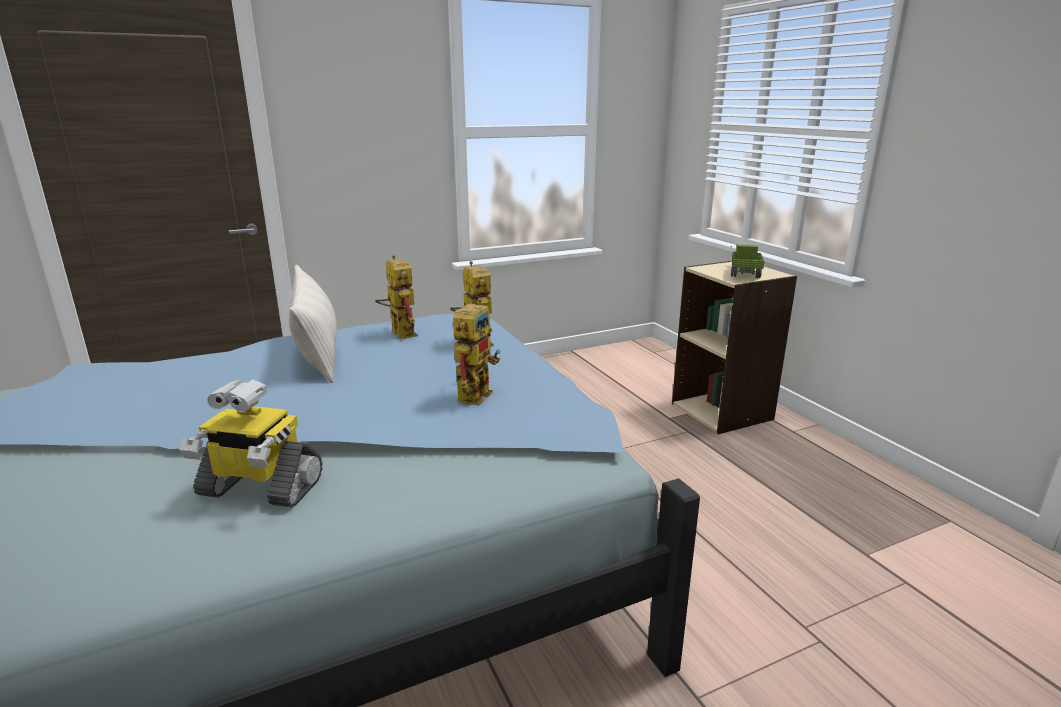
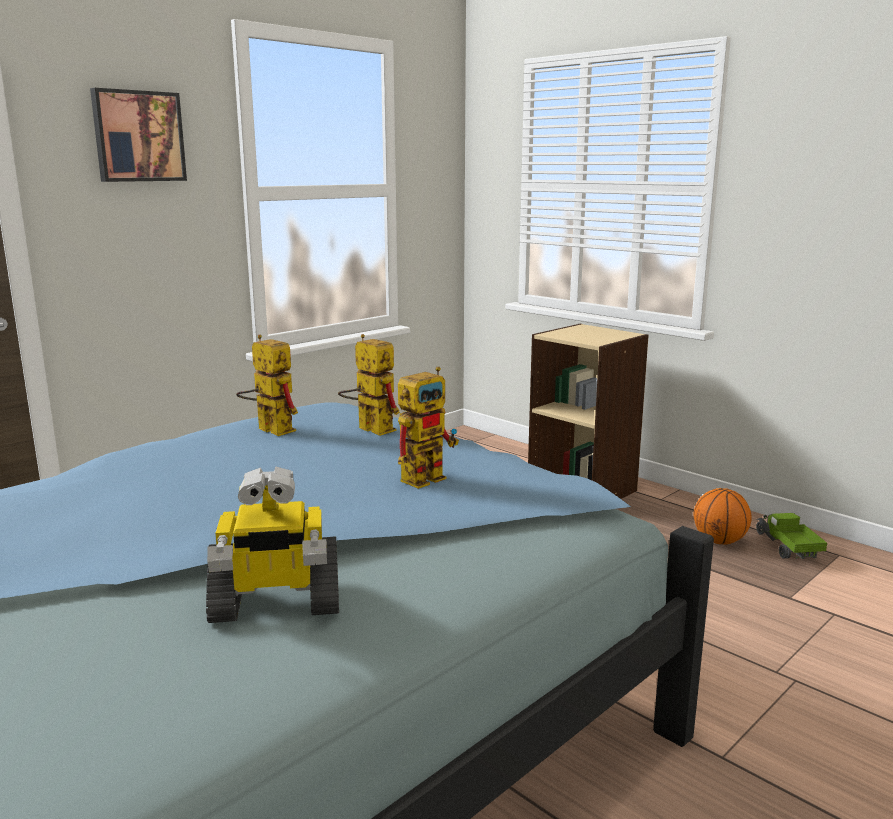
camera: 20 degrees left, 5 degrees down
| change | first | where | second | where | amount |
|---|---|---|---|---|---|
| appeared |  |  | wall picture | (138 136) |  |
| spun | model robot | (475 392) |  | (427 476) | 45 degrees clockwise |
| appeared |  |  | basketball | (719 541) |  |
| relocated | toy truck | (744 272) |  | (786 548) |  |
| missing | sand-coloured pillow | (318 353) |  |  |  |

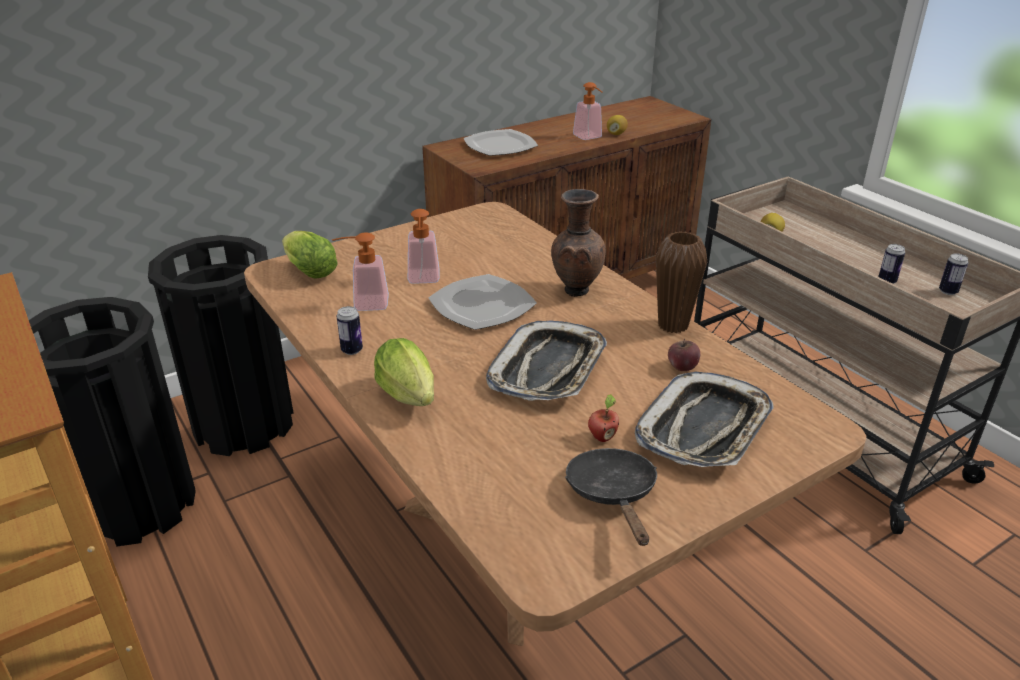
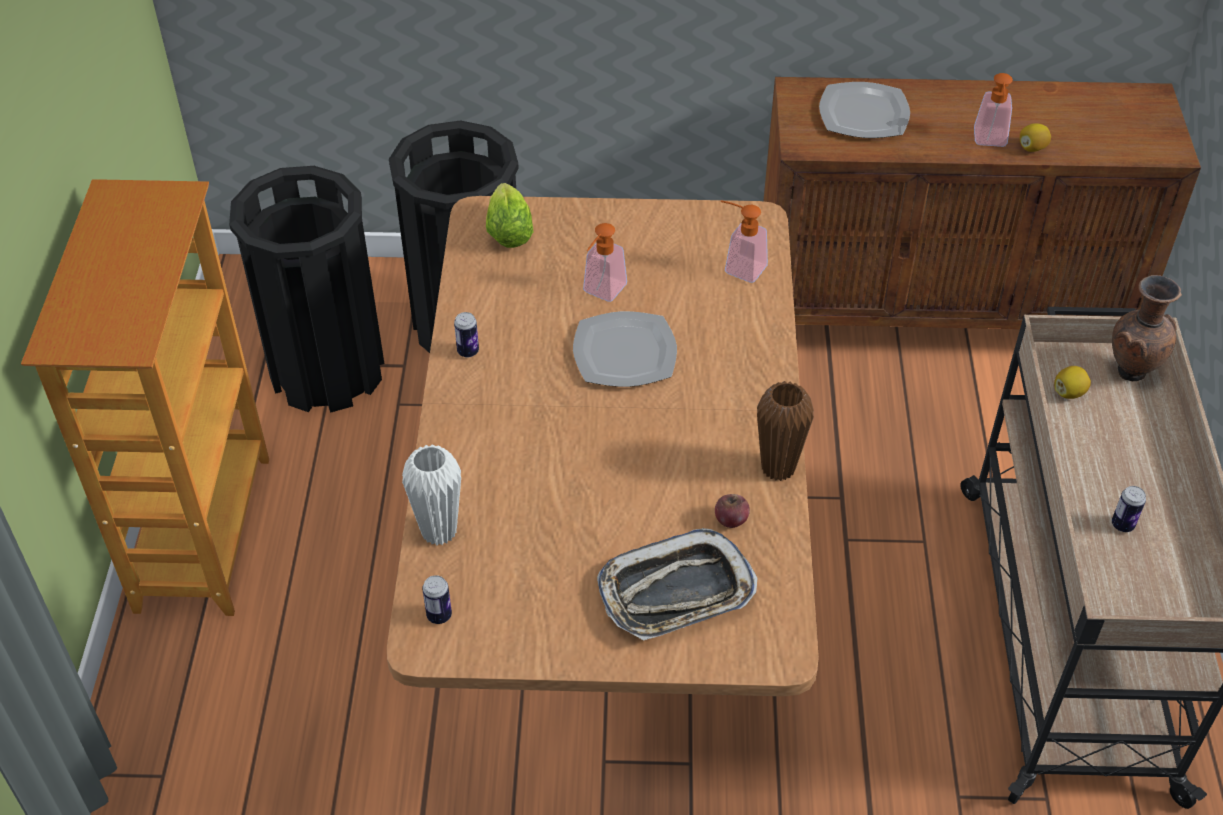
camera: 35 degrees right, 15 degrees up
| change | first | where | second | where | amount |
|---|---|---|---|---|---|
| appeared |  |  | white-coloured flower vase | (439 531) |  |
| relocated | metal can | (948 291) |  | (439 615) |  |
| relocated | liquid soap bottle | (364 303) |  | (739 266) |  |
| relocated | brown-coloured flower vase | (575 290) |  | (1130 370) |  |
| missing | head of lettuce | (410 398) |  |  |  |
| missing | carrying tray | (548 369) |  |  |  |
| missing | blackish frying pan | (613 494) |  |  |  |
| missing | apple | (602 437) |  |  |  |

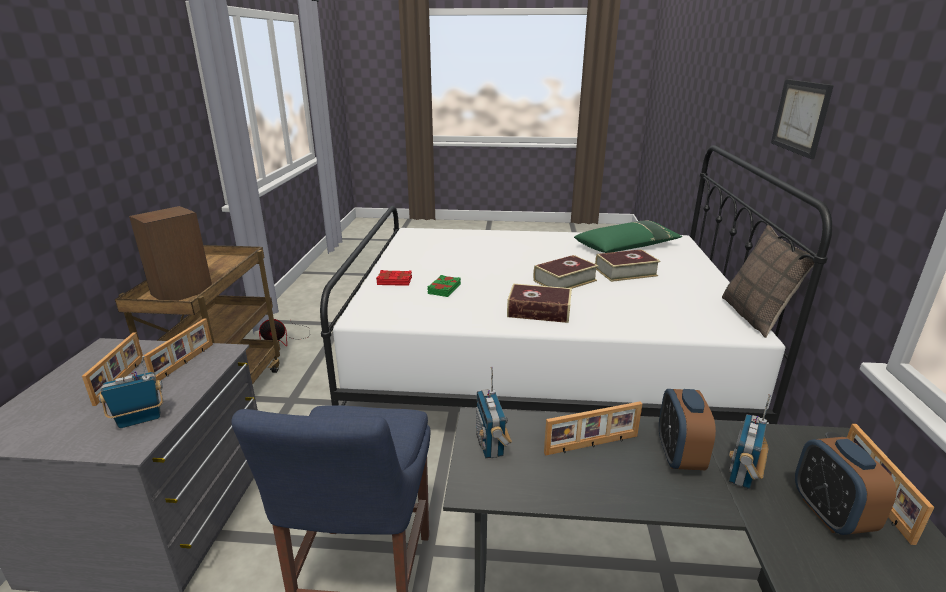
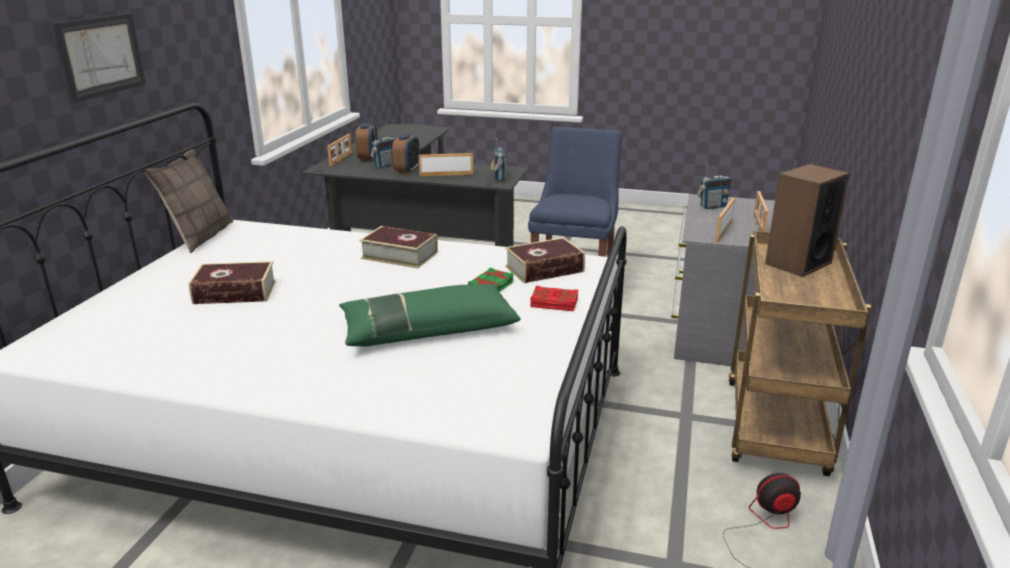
camera: 170 degrees left, 0 degrees up
| change | first | where | second | where | amount |
|---|---|---|---|---|---|
| relocated | greenish pillow | (627 247) |  | (427 328) |  |
| relocated | bound book | (565 280) |  | (544 269) |  |

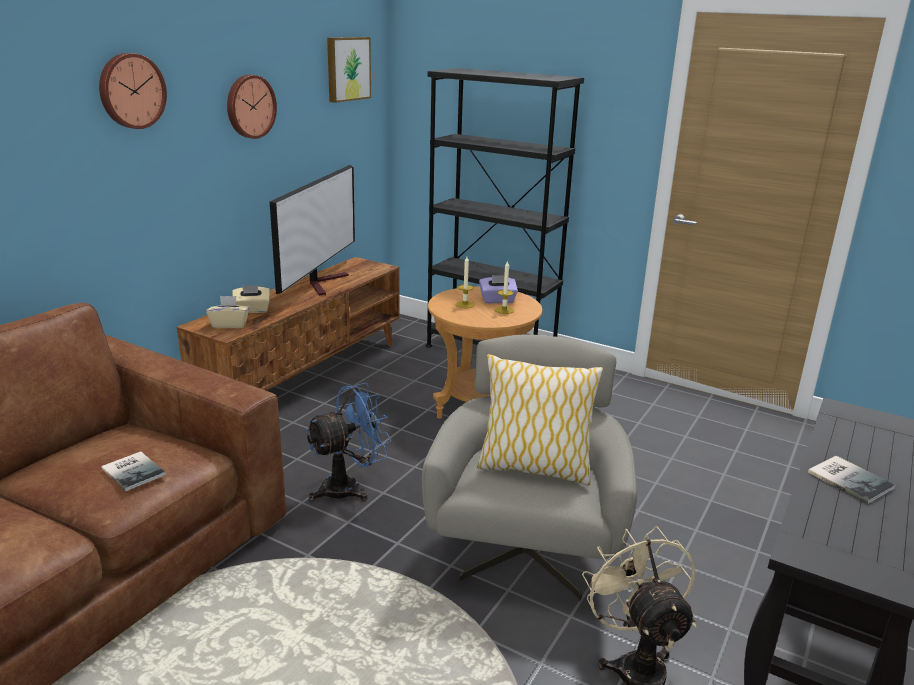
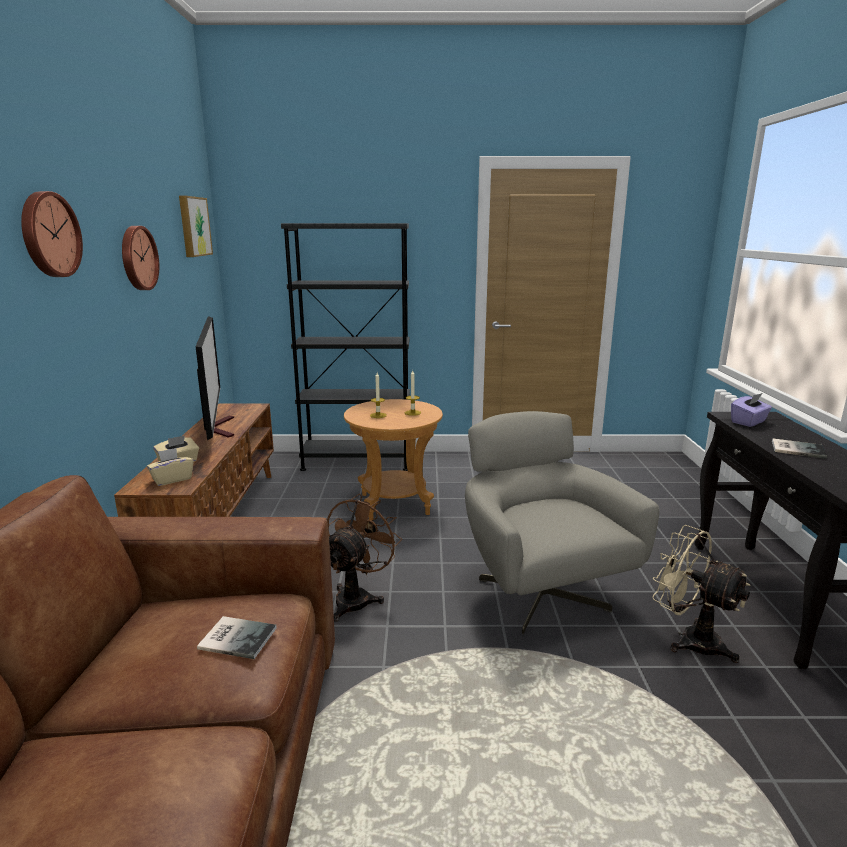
camera: 30 degrees left, 5 degrees down
| change | first | where | second | where | amount |
|---|---|---|---|---|---|
| colour | blue electric fan | (349 487) | brown-coloured electric fan | (357 597) |  |
| relocated | purple-coloured tissue box | (497 300) |  | (748 422) |  |
| missing | pillow | (534 468) |  |  |  |

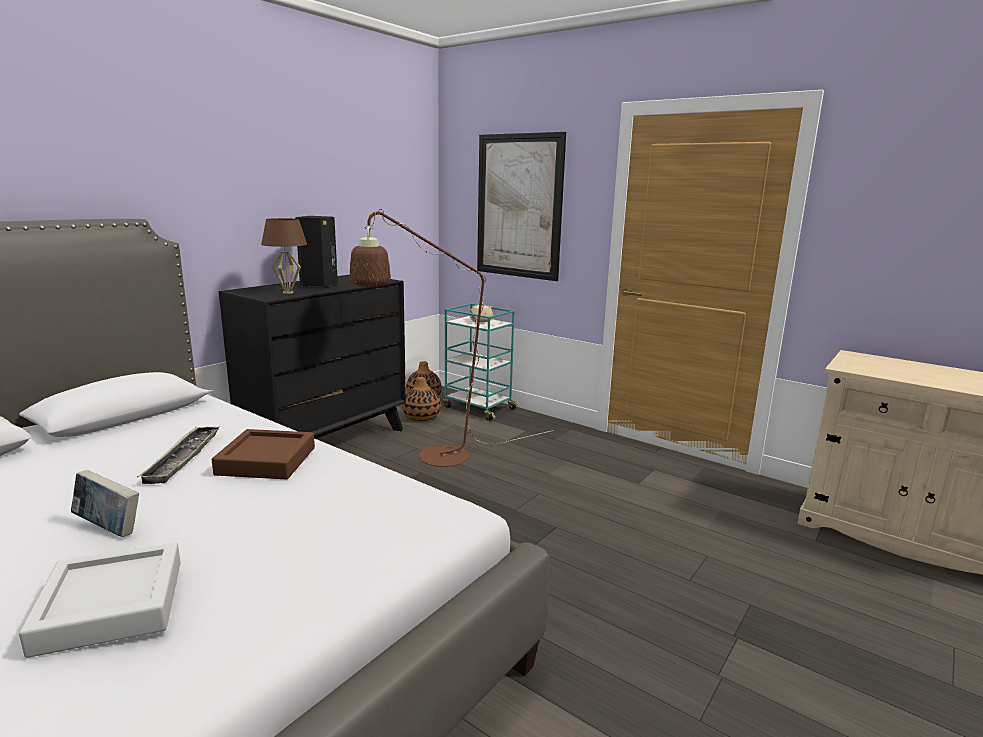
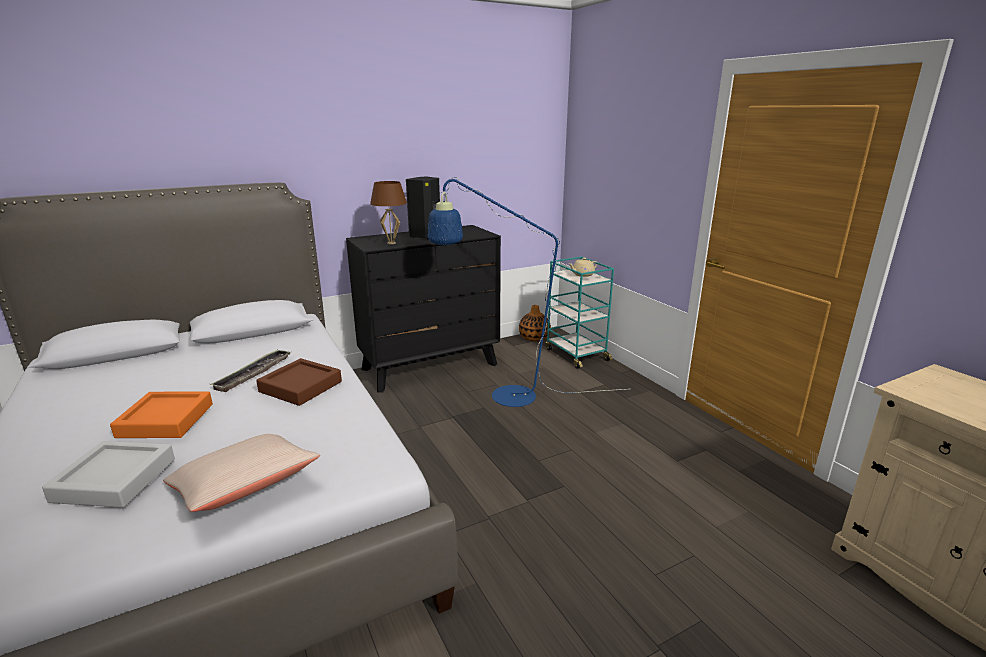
camera: 25 degrees right, 5 degrees up
| change | first | where | second | where | amount |
|---|---|---|---|---|---|
| exchanged | bound book | (109 528) | orangey carrying tray | (166 420) |  |
| appeared |  |  | sand-coloured pillow | (245 488) |  |
| colour | brown-coloured floor lamp | (431 458) | blue floor lamp | (501 396) |  |
| missing | flower vase | (421 417) |  |  |  |
| missing | wall picture | (518 206) |  |  |  |

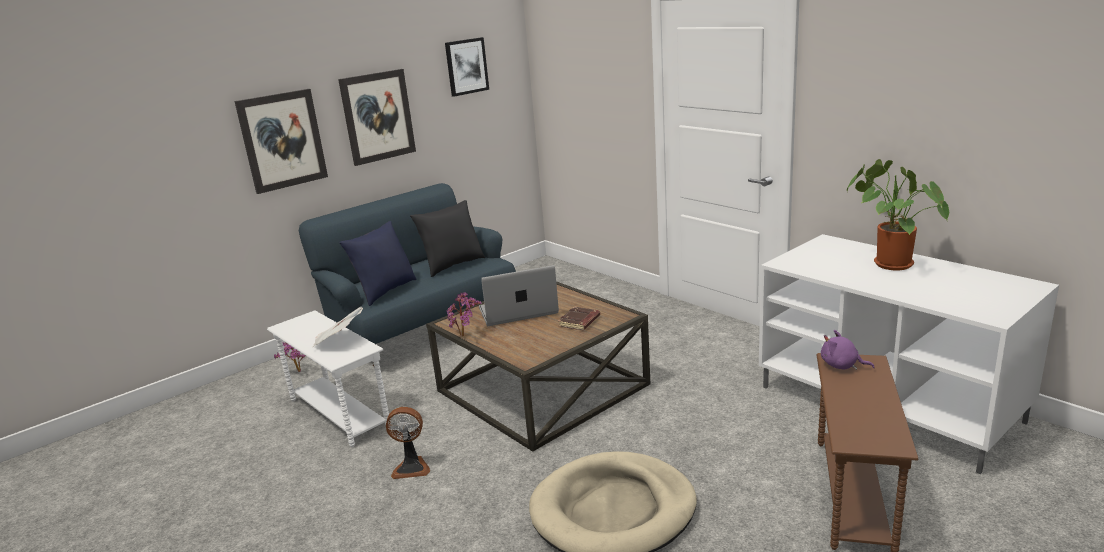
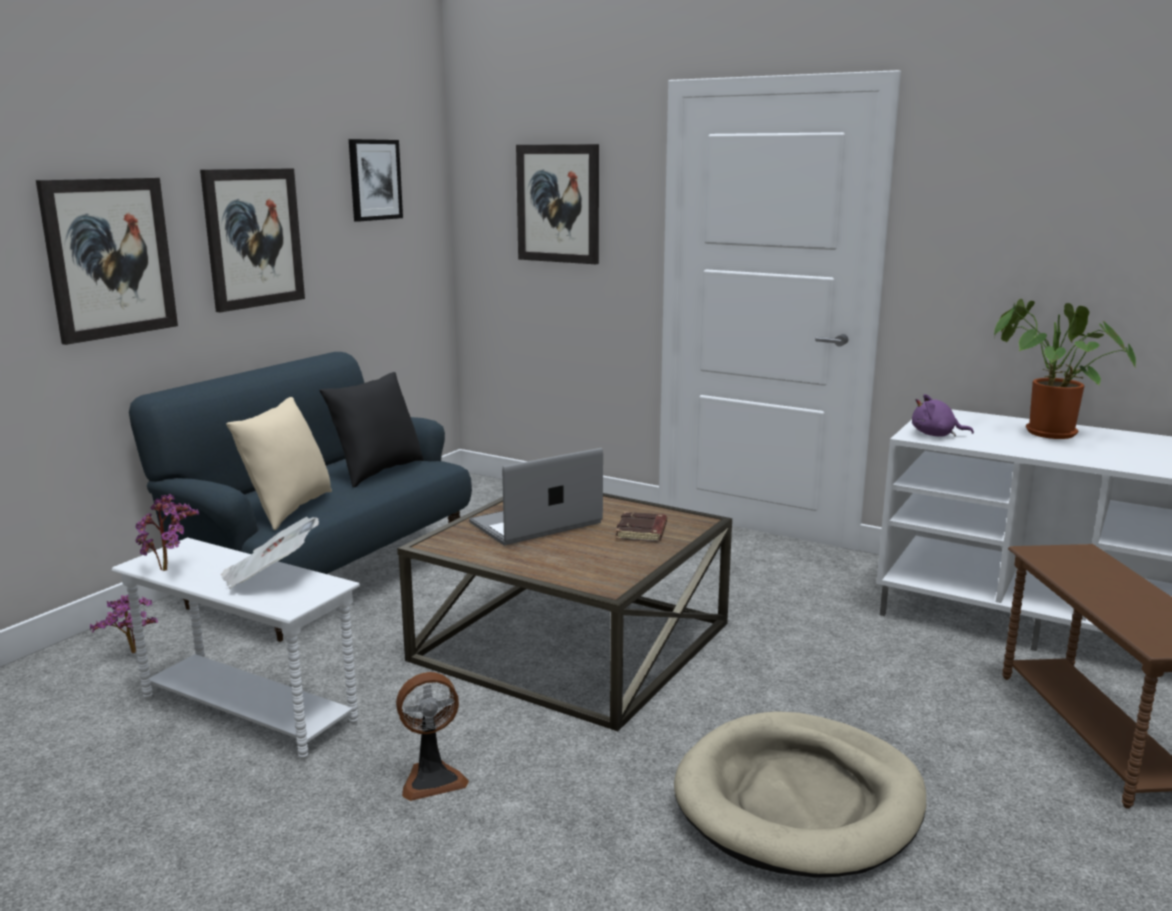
camera: 20 degrees left, 5 degrees down
| change | first | where | second | where | amount |
|---|---|---|---|---|---|
| relocated | plant in a pot | (465 335) |  | (170 569) |  |
| colour | blue pillow | (385 291) | sand-coloured pillow | (287 510) |  |
| appeared |  |  | wall picture | (558 204) |  |
| relocated | purple-coloured soft toy | (842 365) |  | (936 435) |  |

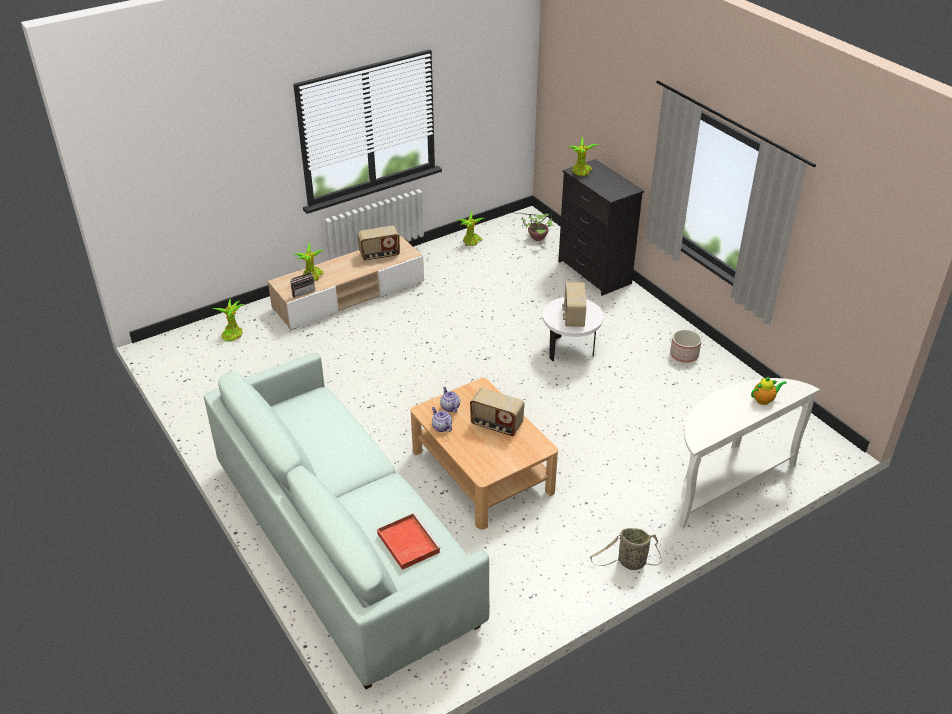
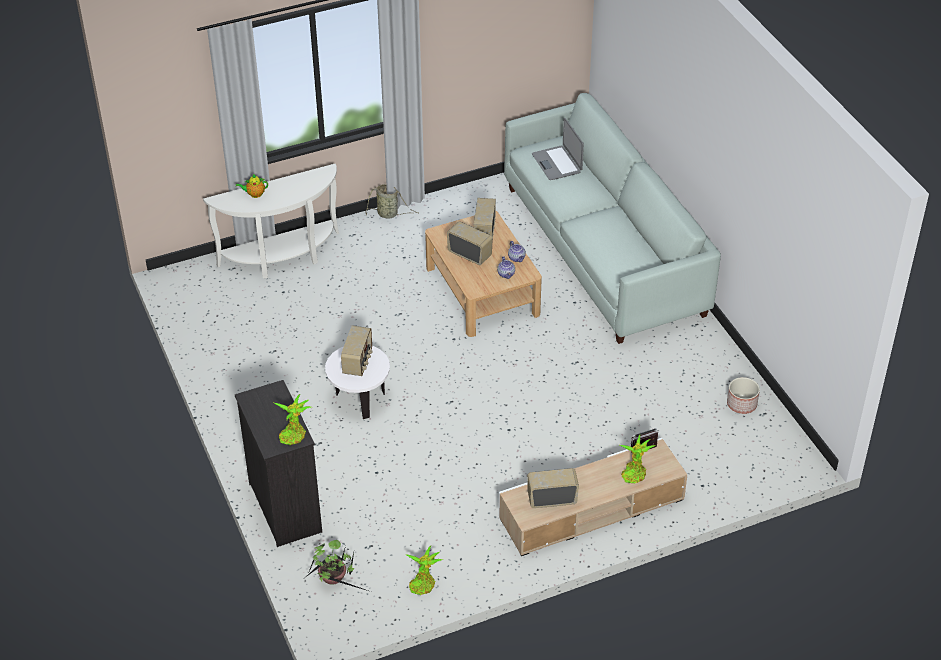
camera: 170 degrees left, 5 degrees up
| change | first | where | second | where | amount |
|---|---|---|---|---|---|
| appeared |  |  | radio receiver | (484 231) |  |
| exchanged | red-coloured carrying tray | (407 542) | laptop | (557 163) |  |
| relocated | planter | (684 355) |  | (741 404) |  |
| missing | plant in a pot | (232 334) |  |  |  |

